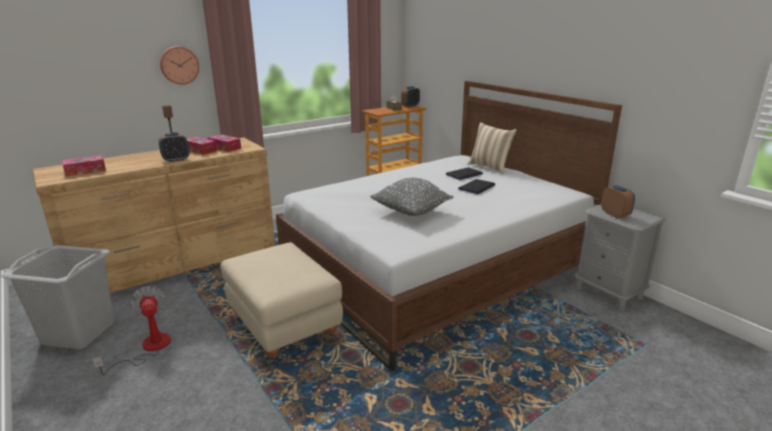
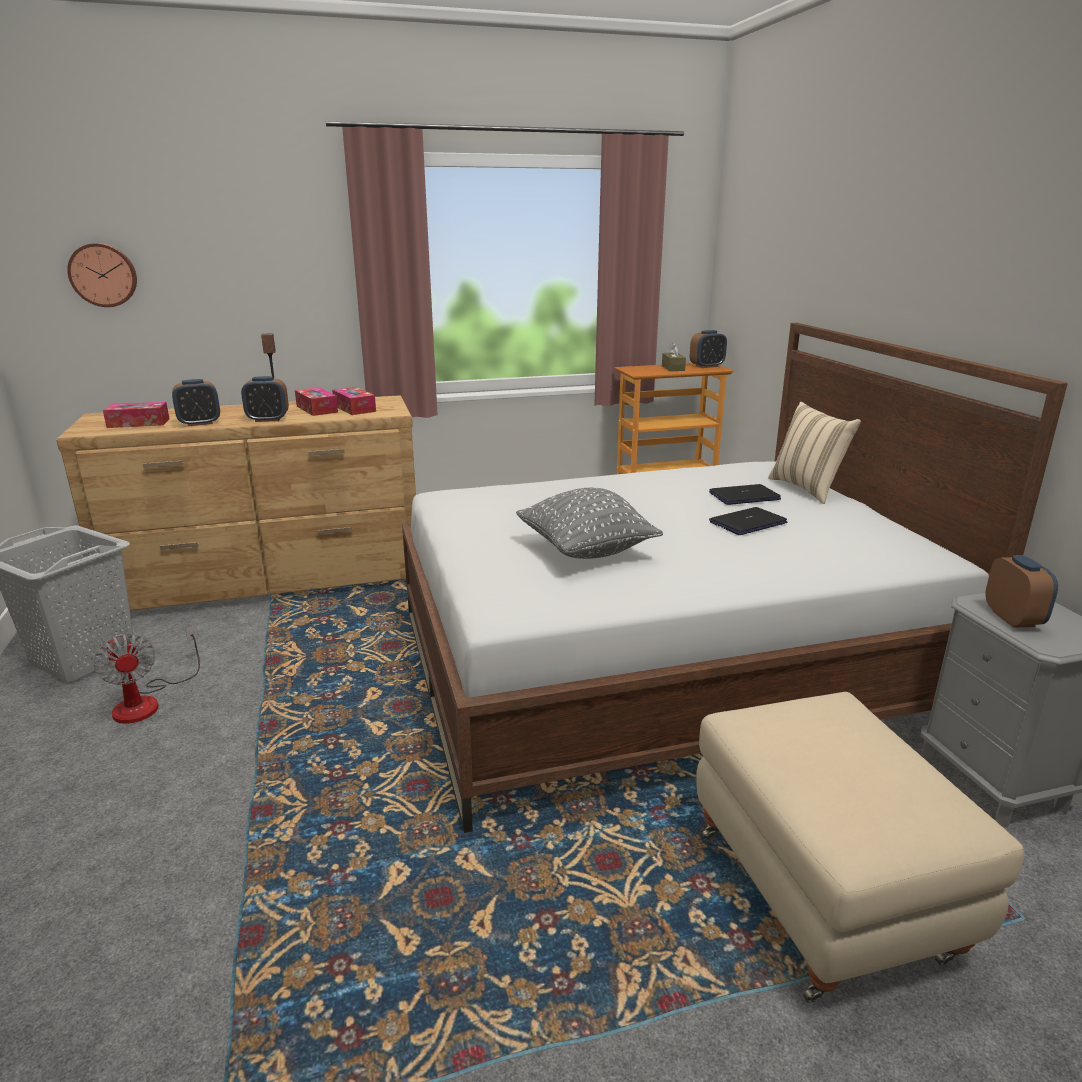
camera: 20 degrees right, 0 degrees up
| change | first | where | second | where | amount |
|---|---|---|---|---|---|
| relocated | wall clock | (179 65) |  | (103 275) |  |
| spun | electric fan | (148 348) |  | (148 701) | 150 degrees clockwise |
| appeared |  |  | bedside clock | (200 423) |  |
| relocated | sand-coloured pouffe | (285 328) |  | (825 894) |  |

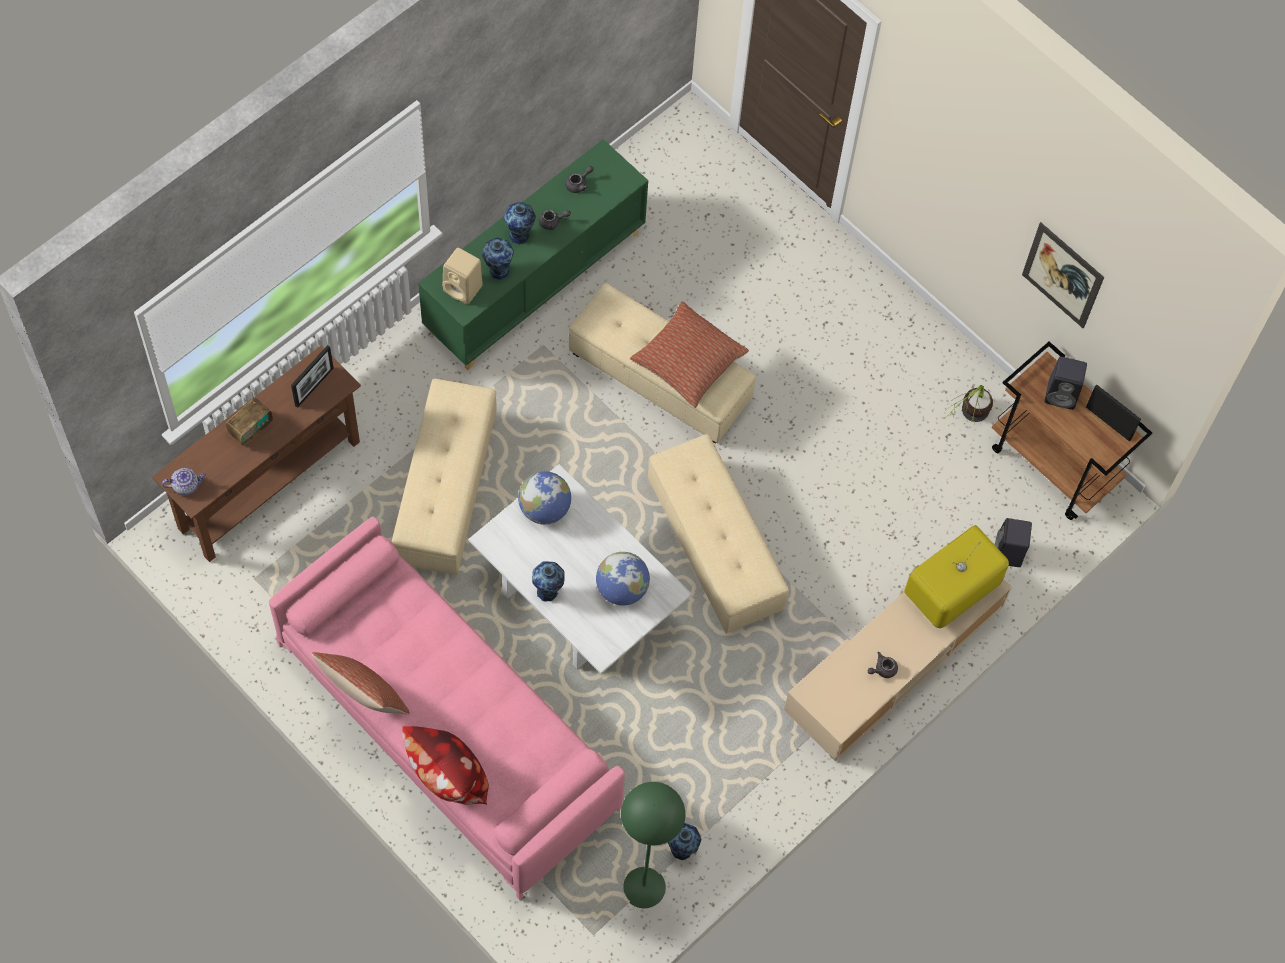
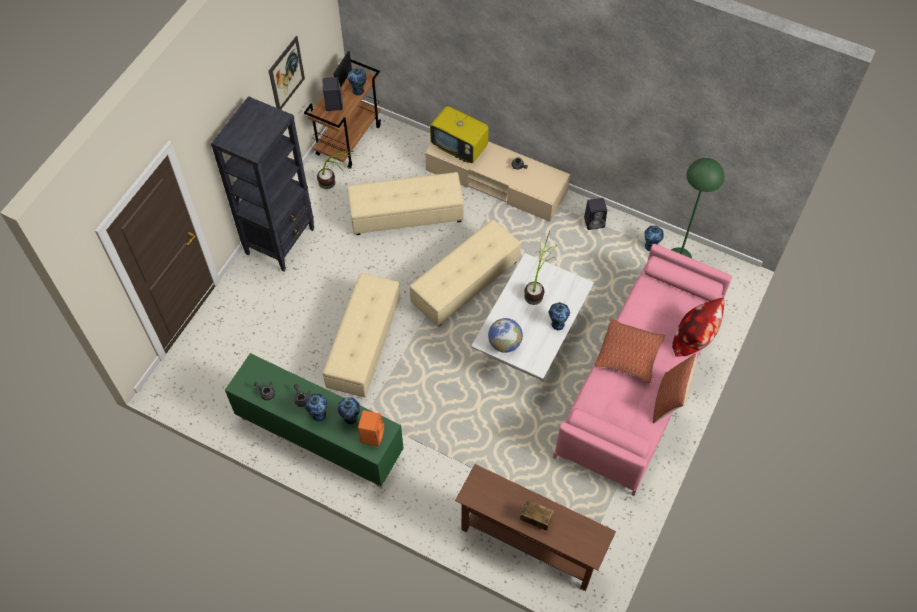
camera: 105 degrees left, 5 degrees down
| change | first | where | second | where | amount |
|---|---|---|---|---|---|
| appeared |  |  | blackish shelving unit | (281 241) |  |
| relocated | sand-coloured pouffe | (447 490) |  | (406 213) |  |
| appeared |  |  | flower vase | (359 91) |  |
| colour | sand-coloured speaker | (464 288) | orangey speaker | (372 434) |  |
| exchanged | world globe | (622 589) | plant in a pot | (538 287) |  |
| relocated | blackish speaker | (1008 553) |  | (595 222) |  |
| relocated | pillow | (688 361) |  | (628 355) |  |
| missing | tea pot | (186 485) |  |  |  |
| missing | picture frame | (314 387) |  |  |  |

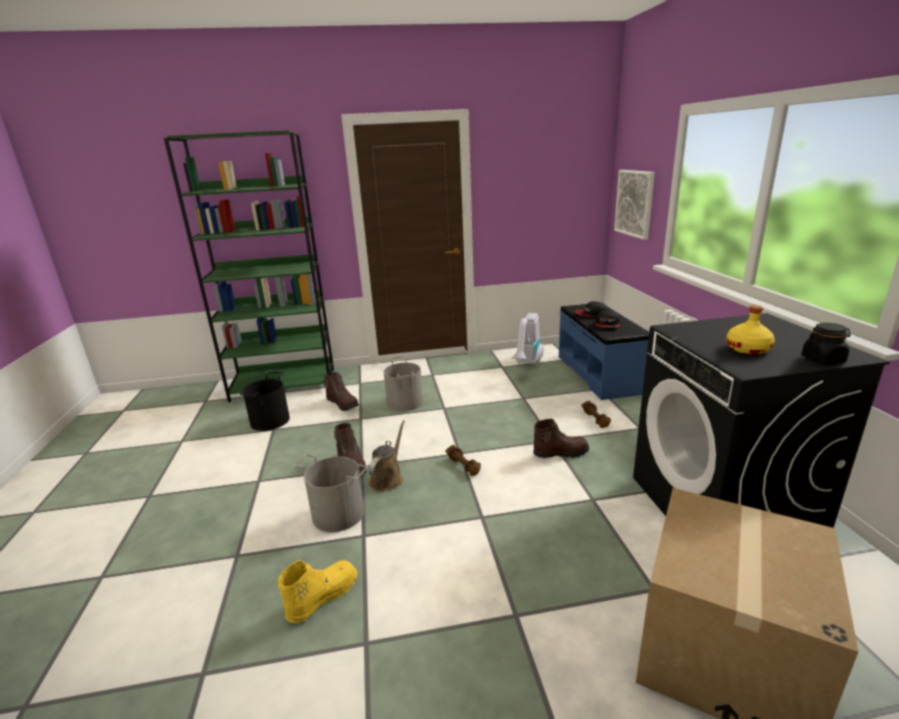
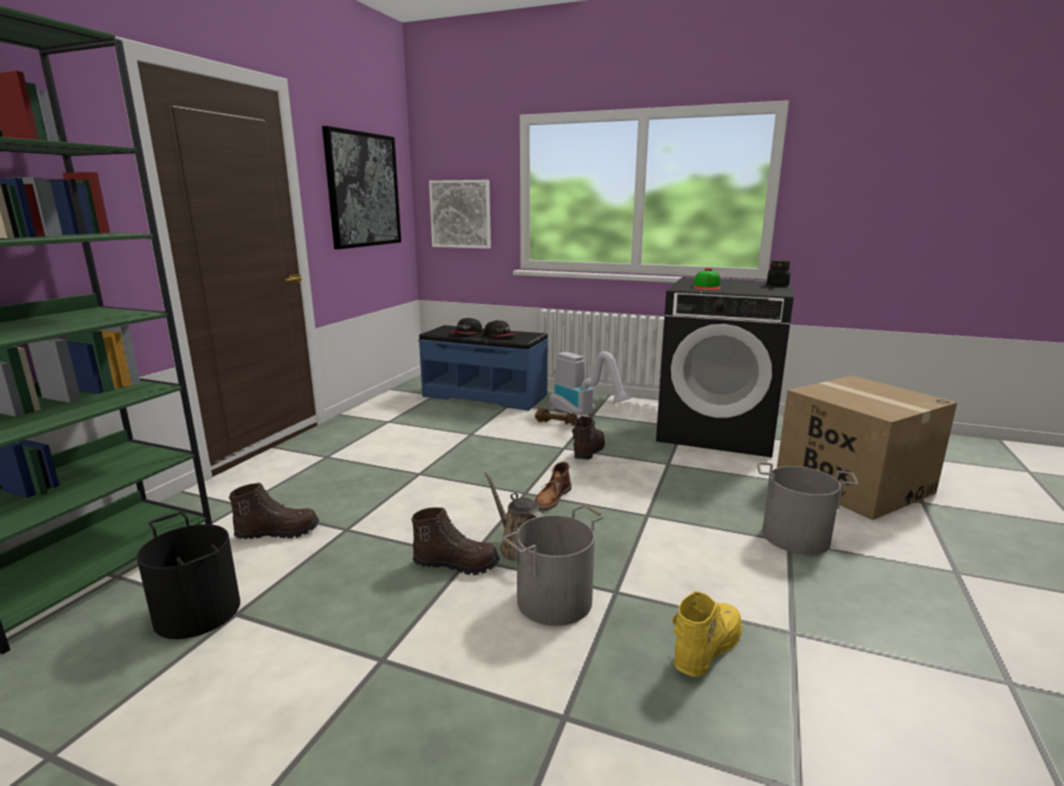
camera: 60 degrees left, 5 degrees down
| change | first | where | second | where | amount |
|---|---|---|---|---|---|
| appeared |  |  | wall picture | (363 190) |  |
| exchanged | brown-coloured dumbbell | (463 466) | brown-coloured tall boot | (552 498) |  |
| relocated | hoover | (527 364) |  | (584 415) |  |
| spun | yellowish tall boot | (322 597) |  | (705 648) | 60 degrees clockwise |
| appeared |  |  | peaked cap | (707 286) |  |
| relocated | gray water bucket | (404 402) |  | (796 537) |  |
| missing | yellowish beverage bottle | (748 349) |  |  |  |

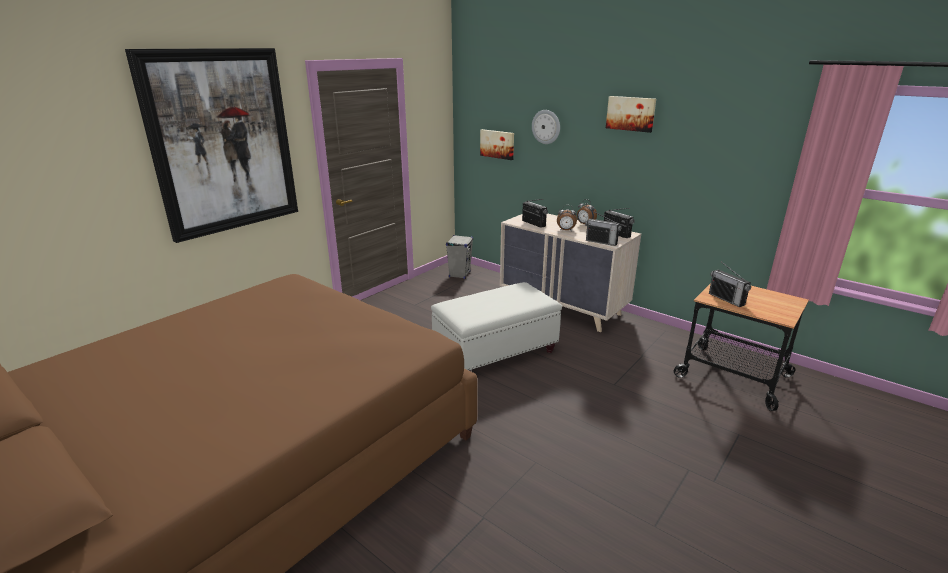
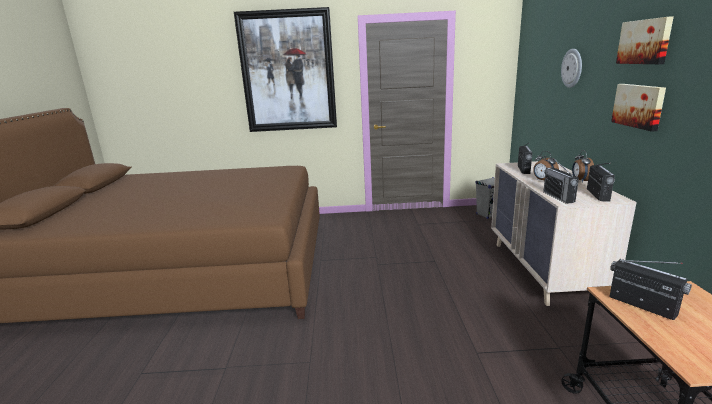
camera: 50 degrees right, 5 degrees down
| change | first | where | second | where | amount |
|---|---|---|---|---|---|
| spun | radio receiver | (726 299) |  | (641 305) | 120 degrees clockwise |
| relocated | wall picture | (497 144) |  | (639 106) |  |
| missing | white-coloured pouffe | (496 352) |  |  |  |

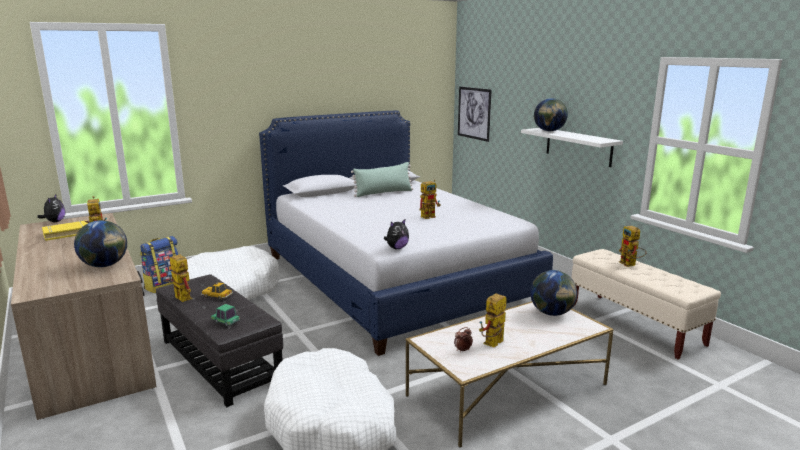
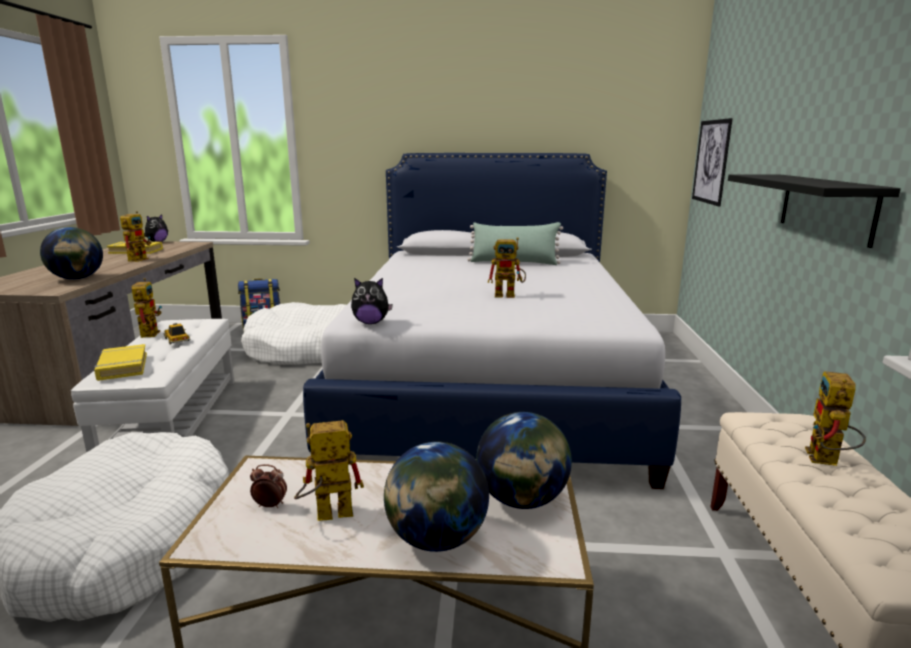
camera: 35 degrees right, 0 degrees up
| change | first | where | second | where | amount |
|---|---|---|---|---|---|
| colour | blackish pouffe | (219 361) | white-coloured pouffe | (173 420) |  |
| exchanged | toy car | (226 321) | yellowish bound book | (122 367) |  |
| relocated | world globe | (549 131) |  | (436 539) |  |
| colour | white-coloured wall shelf | (578 146) | blackish wall shelf | (826 207) |  |

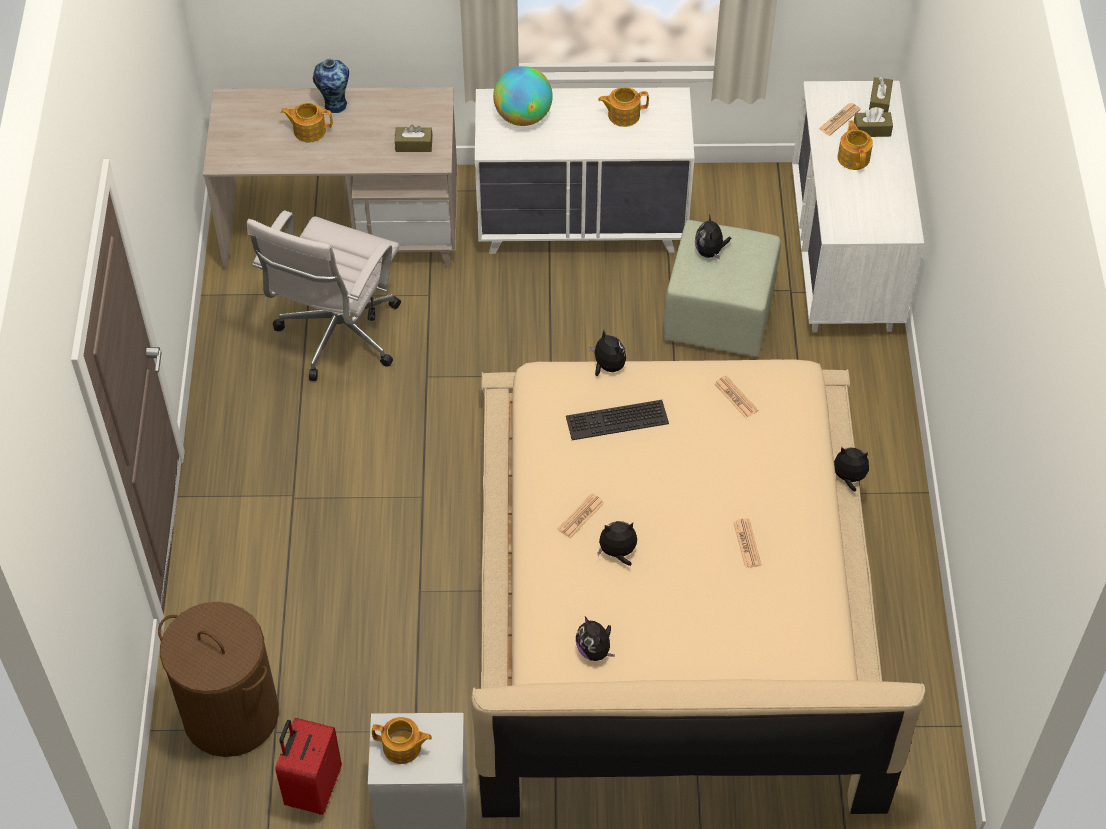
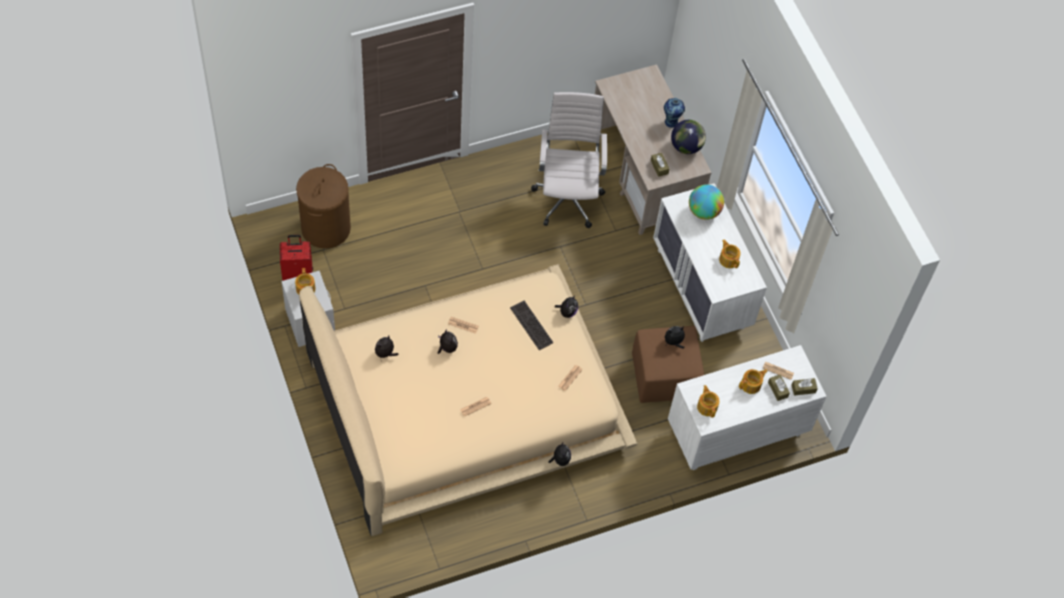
camera: 65 degrees right, 5 degrees up
| change | first | where | second | where | amount |
|---|---|---|---|---|---|
| spun | white-coloured office chair | (337 337) |  | (568 197) | 90 degrees clockwise |
| colour | greenish pouffe | (719 317) | brown-coloured pouffe | (663 377) |  |
| appeared |  |  | world globe | (686 147) |  |
| relocated | tea pot | (309 130) |  | (707 406) |  |

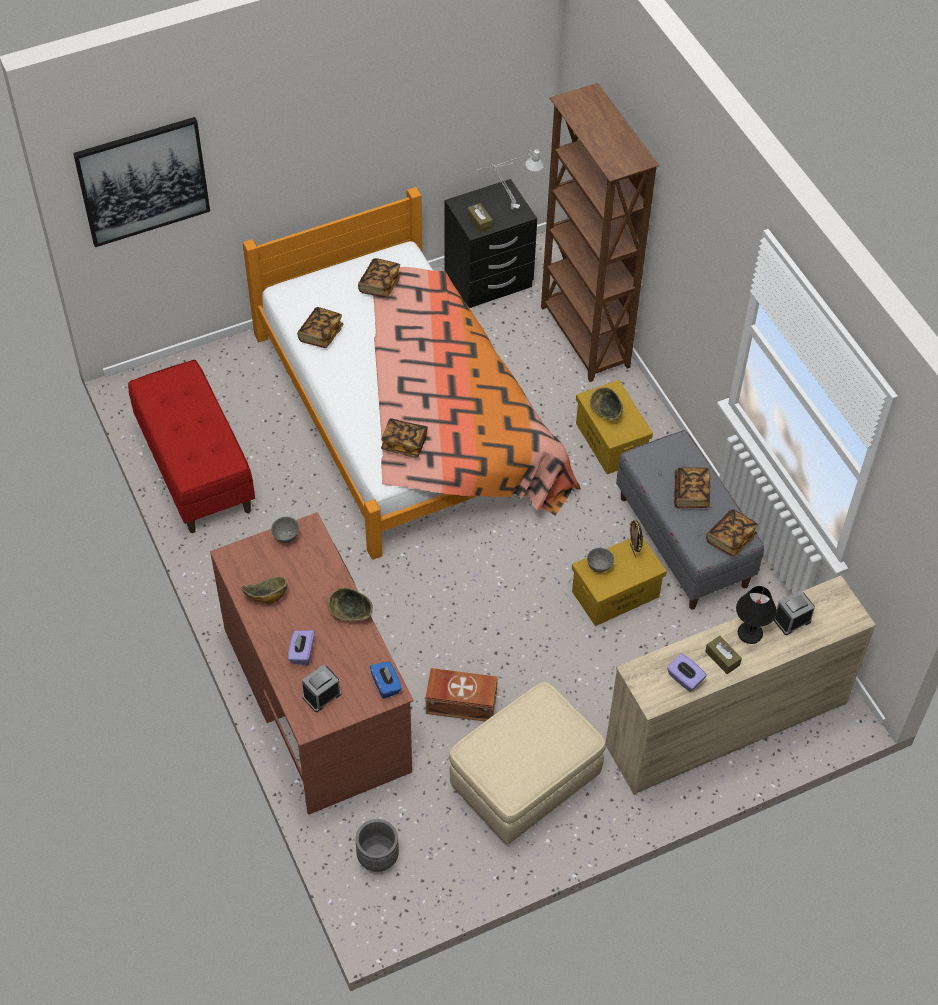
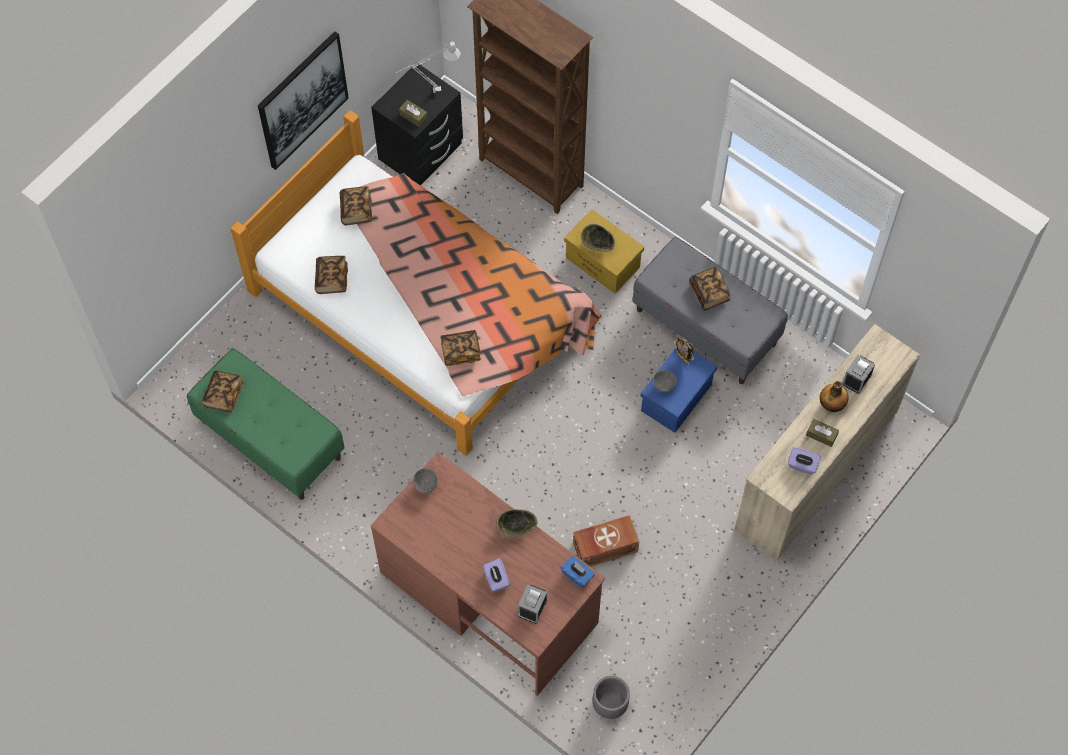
camera: 25 degrees left, 10 degrees up
| change | first | where | second | where | amount |
|---|---|---|---|---|---|
| colour | red-coloured long seat | (195 468) | greenish long seat | (270 439) |  |
| relocated | bound book | (730 539) |  | (223 395) |  |
| relocated | wall picture | (143 181) |  | (302 100) |  |
| colour | yellowish storage box | (615 594) | blue storage box | (676 398) |  |
| exchanged | blackish lamp for a table | (750 634) | beverage bottle | (832 404) |  |
| missing | bowl | (266 597) |  |  |  |
| missing | sand-coloured pouffe | (524 781) |  |  |  |

